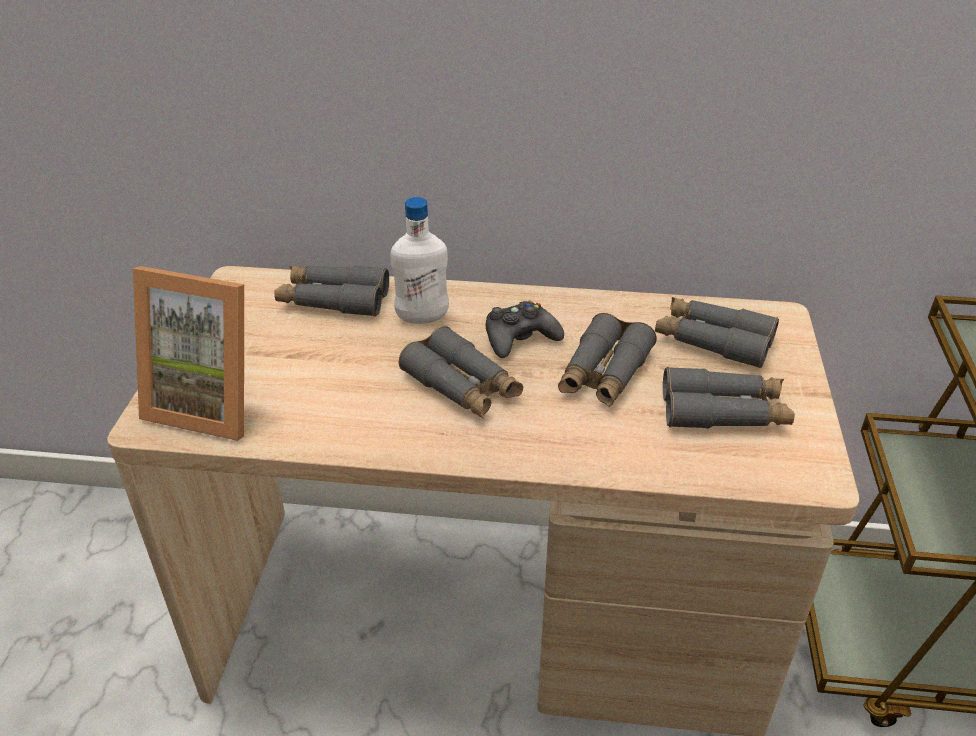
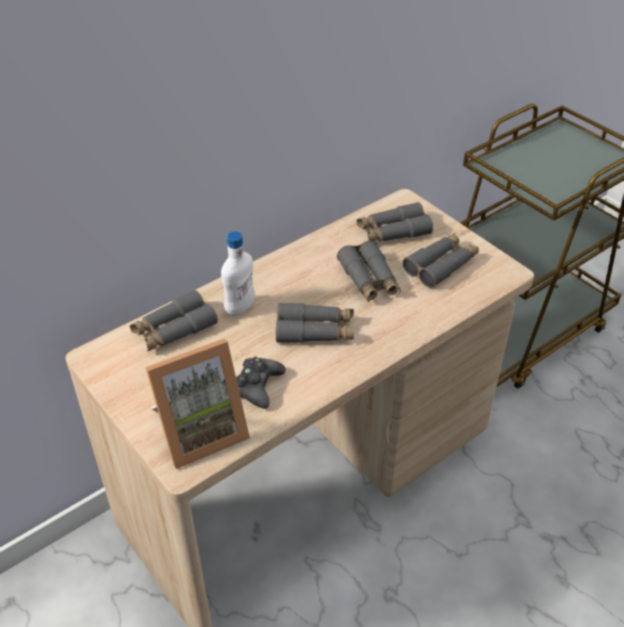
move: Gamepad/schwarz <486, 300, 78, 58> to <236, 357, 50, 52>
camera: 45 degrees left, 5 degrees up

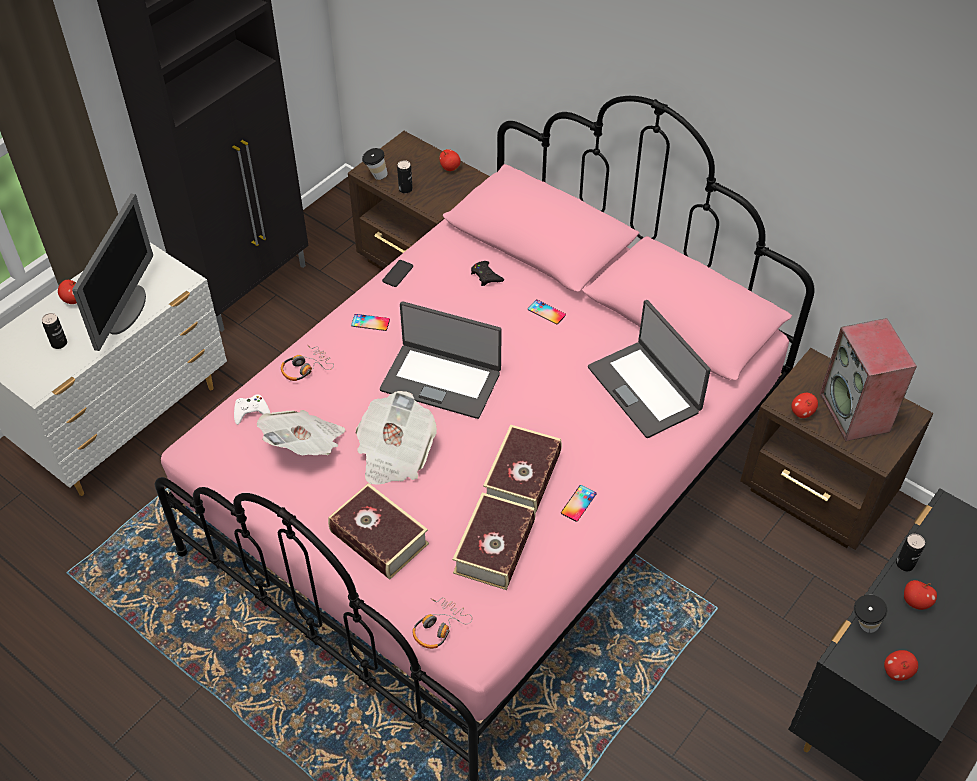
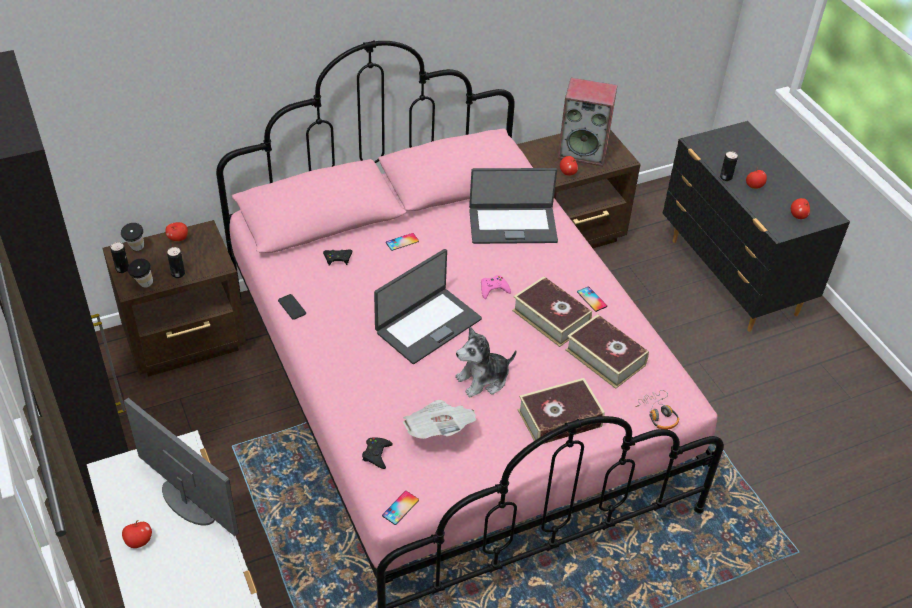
delete: Kopfhörer <281, 345, 53, 36>
insert: Gamepad/rosa <481, 275, 30, 24>
move: Dose <42, 313, 25, 36> to <111, 242, 18, 31>; Handy <351, 314, 39, 17> to <382, 491, 37, 34>; Tasse <854, 595, 33, 38> to <121, 223, 23, 28>
replace: Zeitung <356, 391, 81, 94> to Plüschtier <455, 327, 62, 70>
recolor: Gamepad/weiß <234, 394, 36, 31> to Gamepad/schwarz <362, 437, 31, 32>
camera: 65 degrees left, 5 degrees down

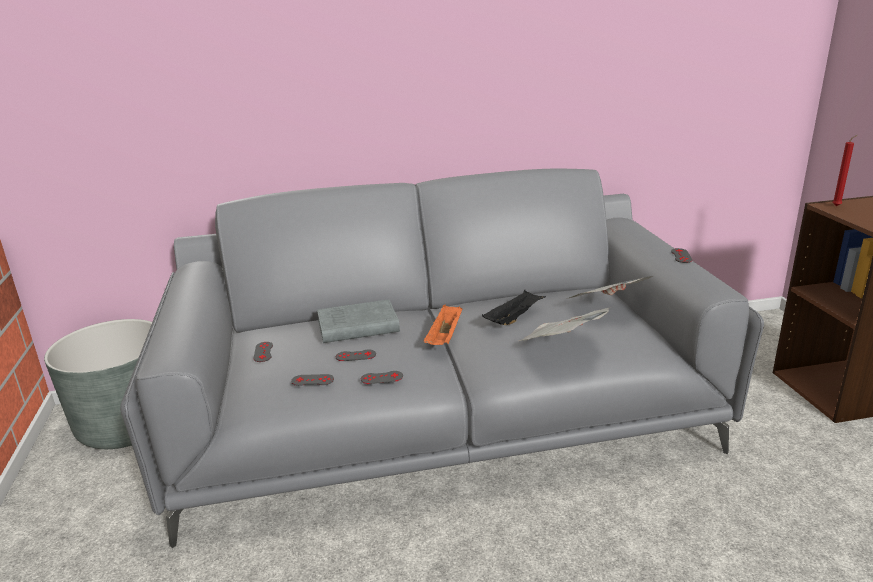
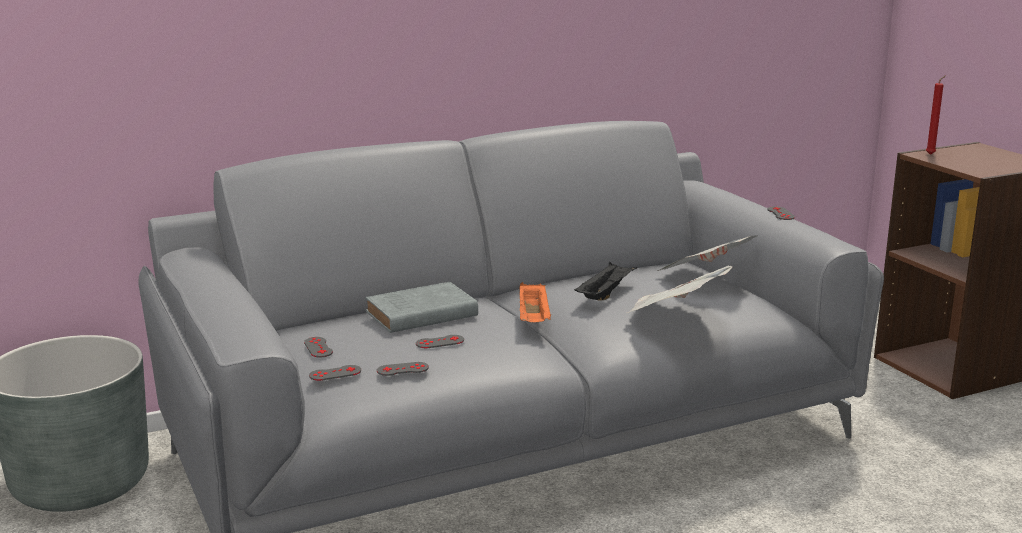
move: Gamepad/grau <361, 371, 42, 13> to <309, 365, 52, 16>
camera: 15 degrees left, 5 degrees down

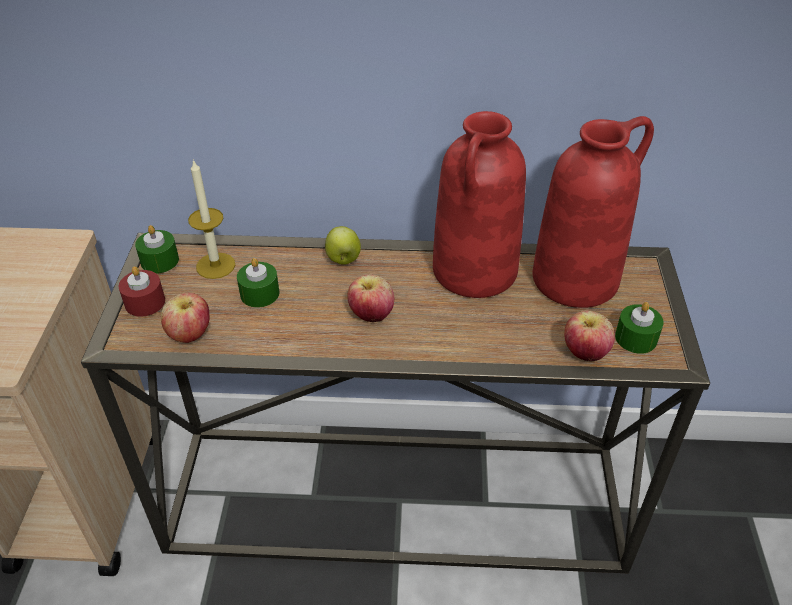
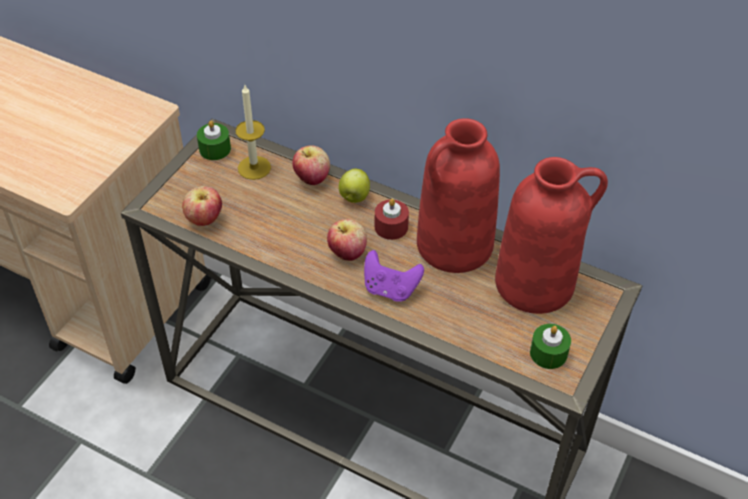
delete: Kerze/grün <237, 258, 42, 50>
insert: Gamepad/lila <364, 250, 60, 52>
move: Kerze/rot <119, 266, 46, 51> to <375, 198, 34, 42>; Apfel <564, 311, 51, 50> to <292, 145, 38, 40>
camera: 25 degrees right, 5 degrees up

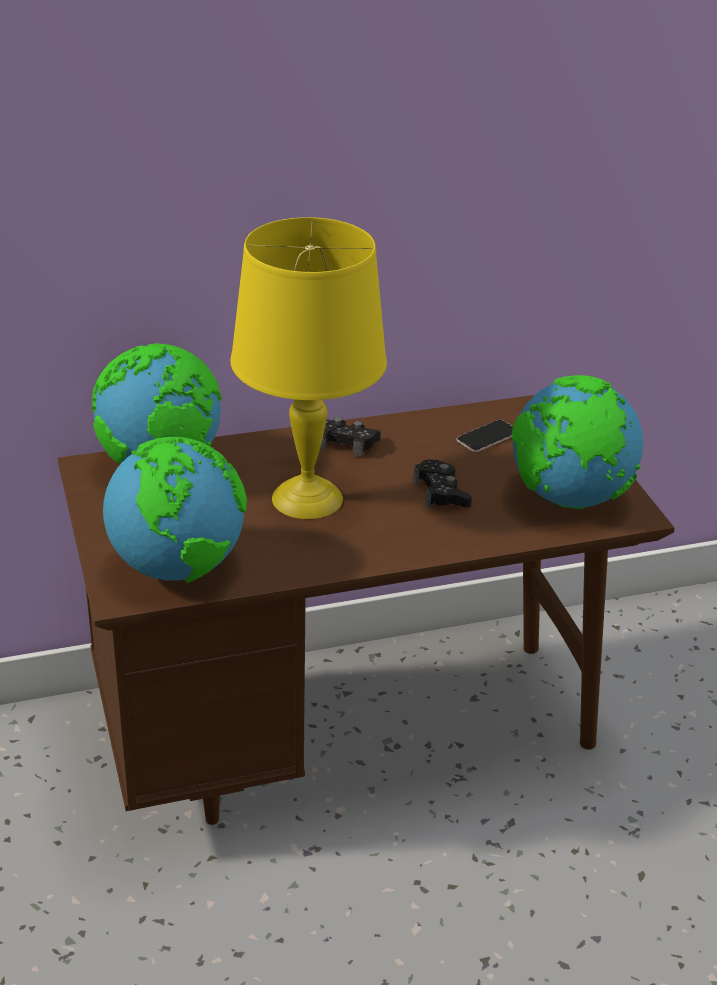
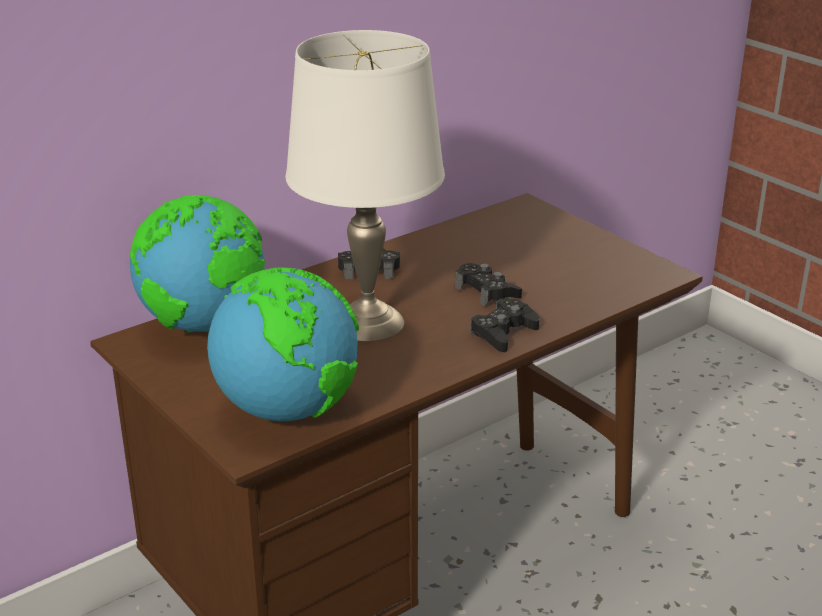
delete: Handy <457, 420, 56, 32>; Globus <512, 375, 131, 134>
insert: Gamepad/schwarz <470, 298, 69, 54>
recolor: Tischlampe/gelb <230, 217, 157, 302> to Tischlampe/weiß <285, 30, 160, 311>
camera: 20 degrees left, 5 degrees down

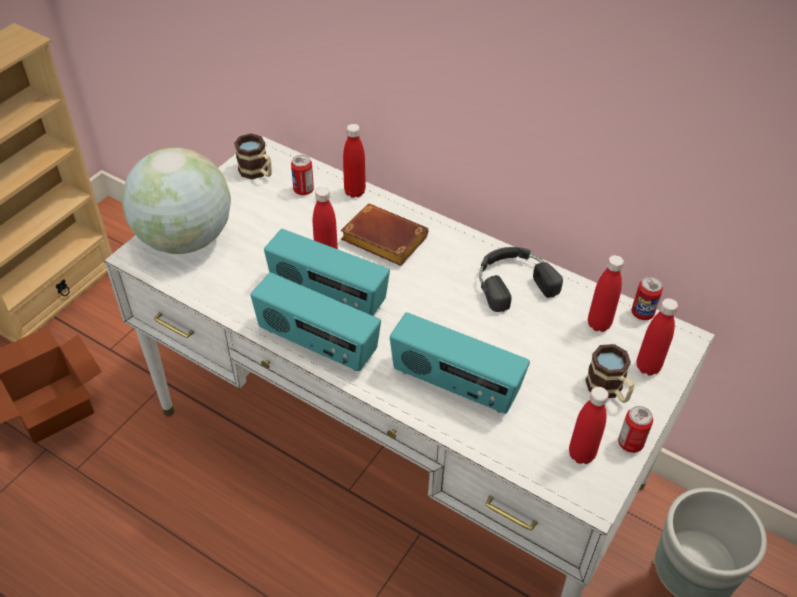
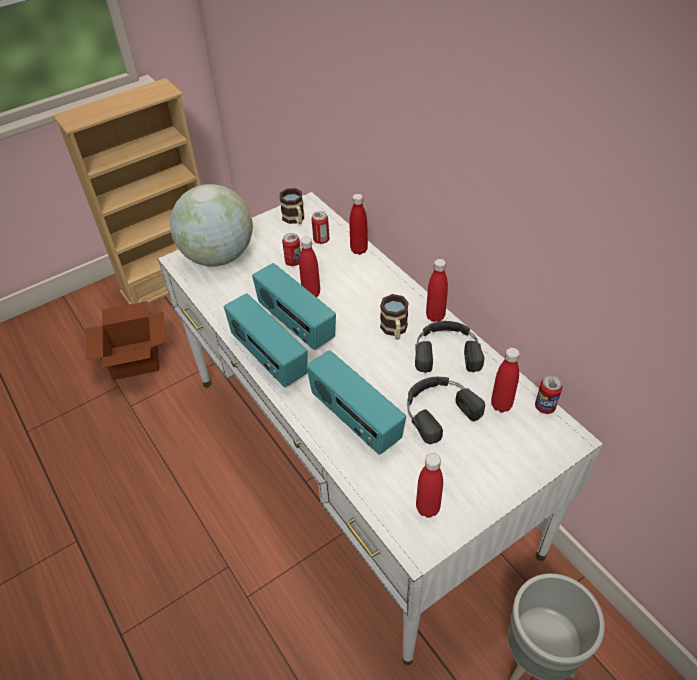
delete: Buch/braun <341, 204, 87, 62>
insert: Kopfhörer/schwarz <407, 377, 78, 67>
move: Henkelbecher <585, 344, 49, 59> to <380, 294, 29, 46>; Dose <618, 406, 35, 47> to <282, 233, 19, 33>; Flasche/rot <637, 298, 41, 77> to <426, 259, 22, 63>
camera: 25 degrees right, 0 degrees up

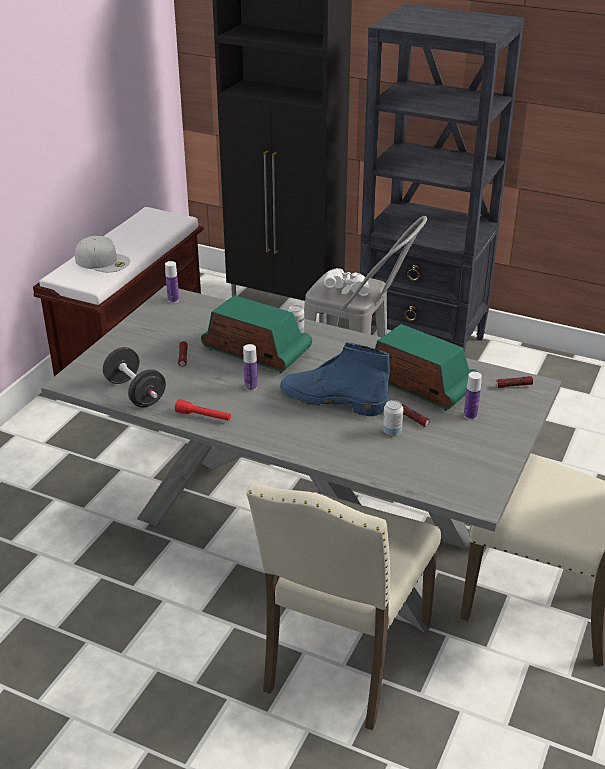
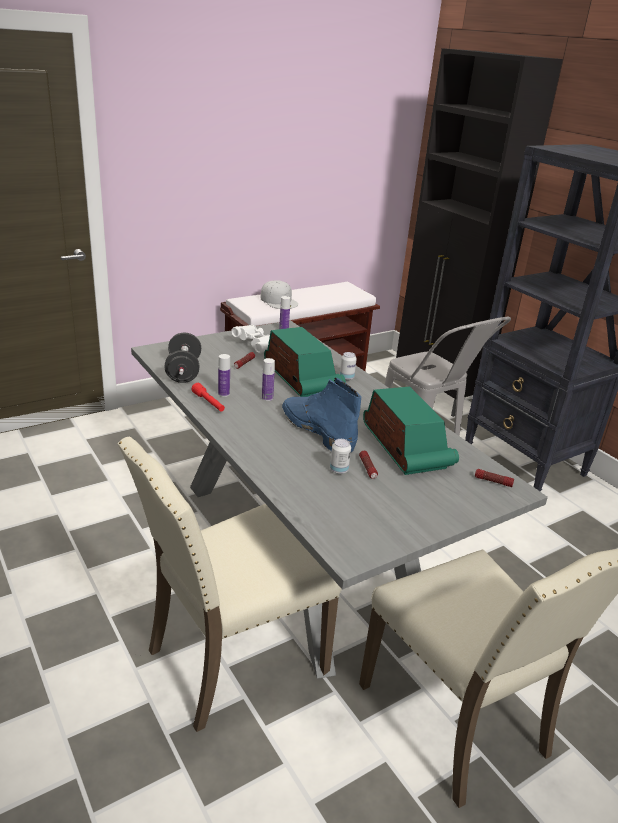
move: Fernglas/weiß <324, 268, 46, 28> to <231, 325, 39, 28>; Flasche <464, 372, 18, 48> to <218, 354, 12, 43>
camera: 30 degrees right, 5 degrees down

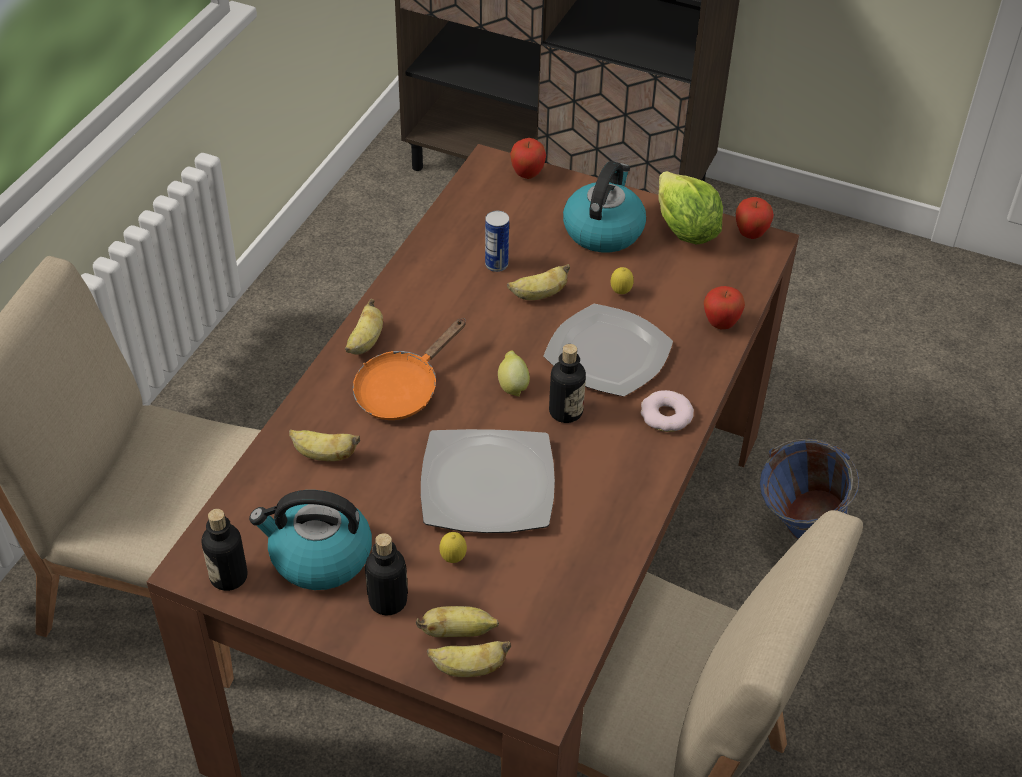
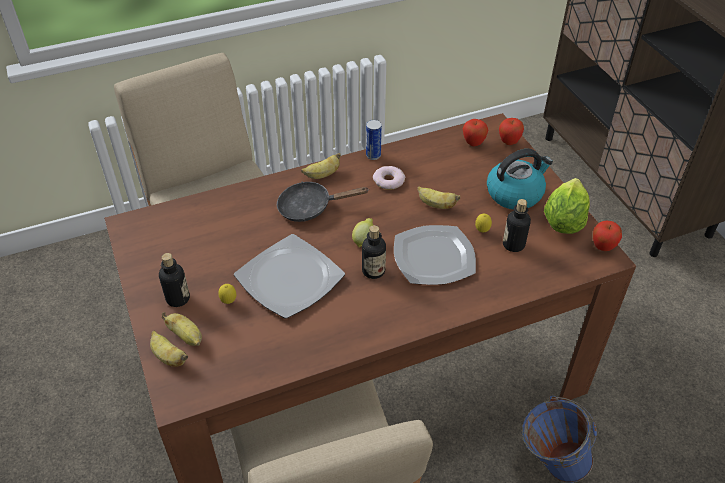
delete: Wasserkessel <249, 490, 123, 100>; Banane <289, 429, 71, 32>
move: Flasche <201, 509, 47, 82> to <503, 199, 28, 53>; Dose <485, 211, 24, 61> to <366, 120, 16, 40>; Donut <641, 390, 53, 42> to <373, 166, 32, 24>; Apfel <704, 286, 41, 43> to <463, 119, 25, 27>
recolor: Pfanne/orange <353, 318, 113, 102> to Pfanne/schwarz <277, 182, 92, 40>
camera: 45 degrees right, 0 degrees up

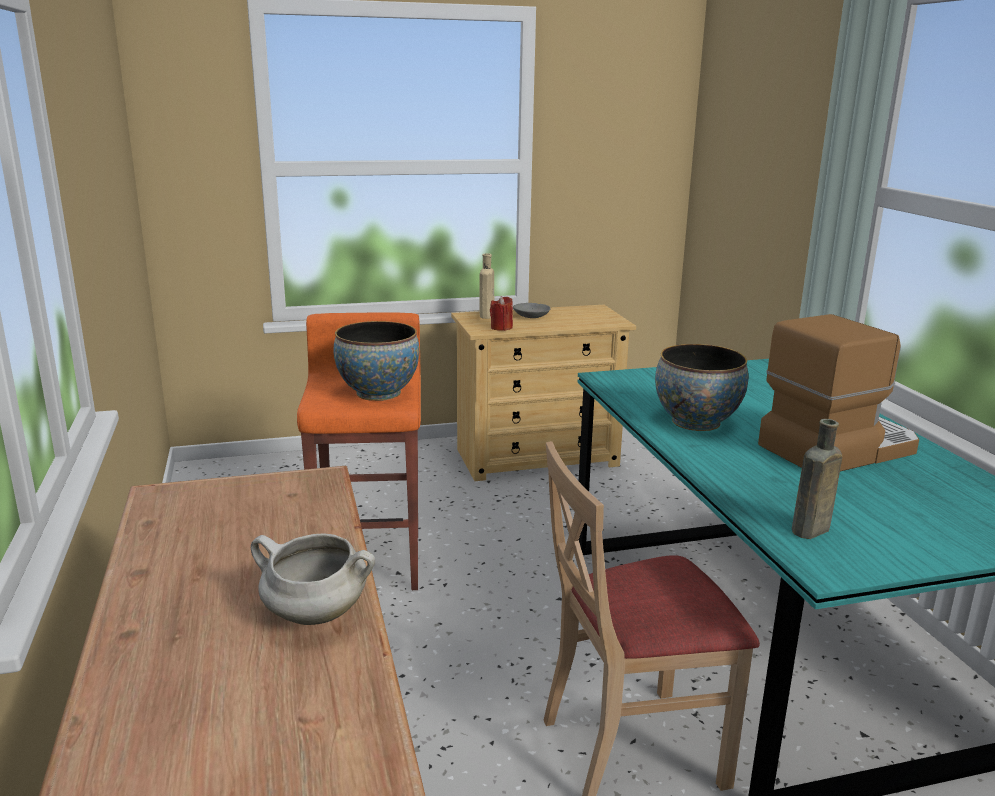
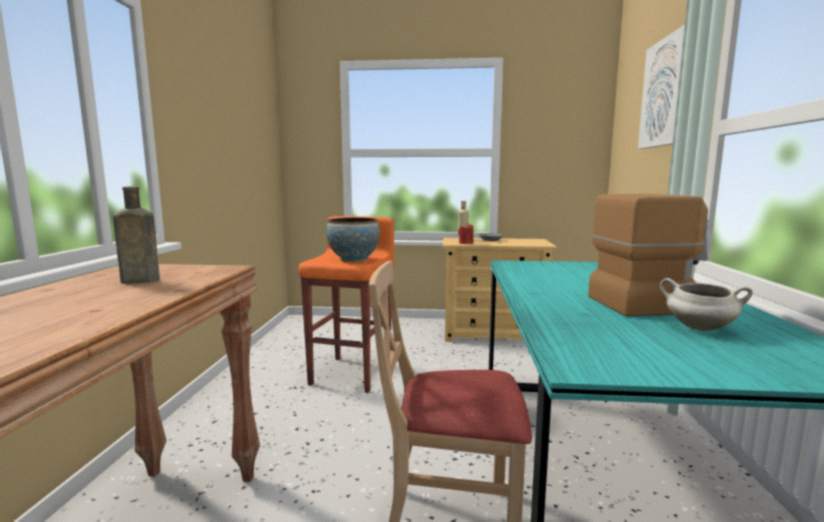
delete: Schüssel <655, 344, 93, 87>
insert: Bild <638, 25, 47, 124>
move: Kochtopf/weiß <251, 533, 124, 92> to <660, 278, 93, 53>; Flasche/braun <792, 419, 50, 120> to <113, 187, 47, 97>
camera: 20 degrees right, 10 degrees down

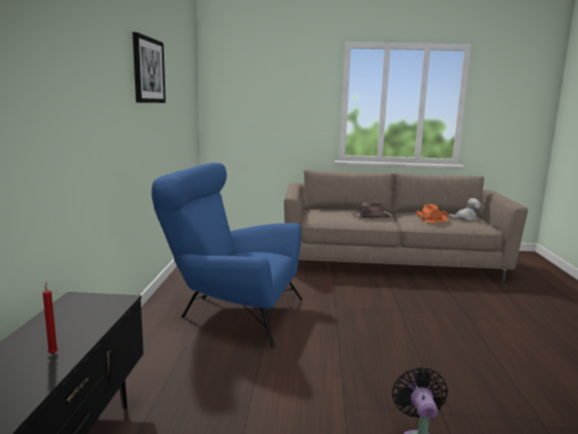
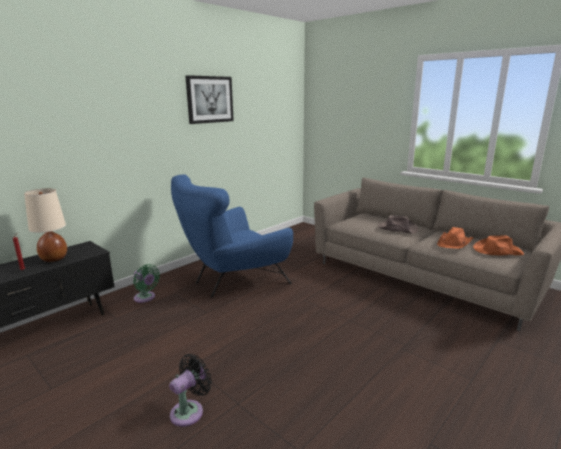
insert: Tischlampe/beige <24, 189, 43, 73>; Ventilator/grün <133, 264, 27, 39>
replace: Plüschtier <449, 198, 32, 23> to Hut/orange <473, 235, 51, 20>
rotate: Sessel/blau <152, 163, 151, 185> = <171, 174, 122, 124> 90 degrees counterclockwise
camera: 40 degrees right, 5 degrees up

